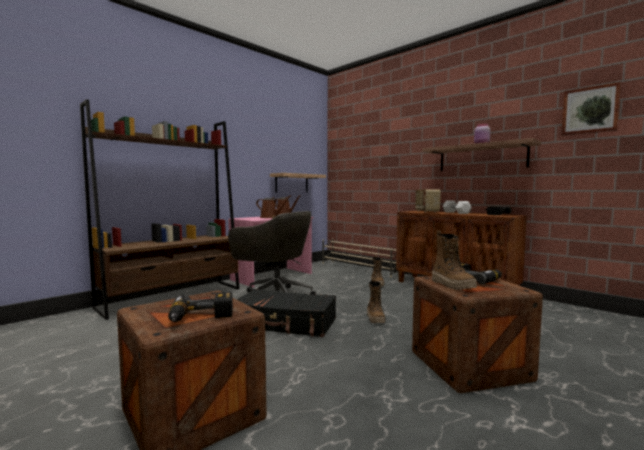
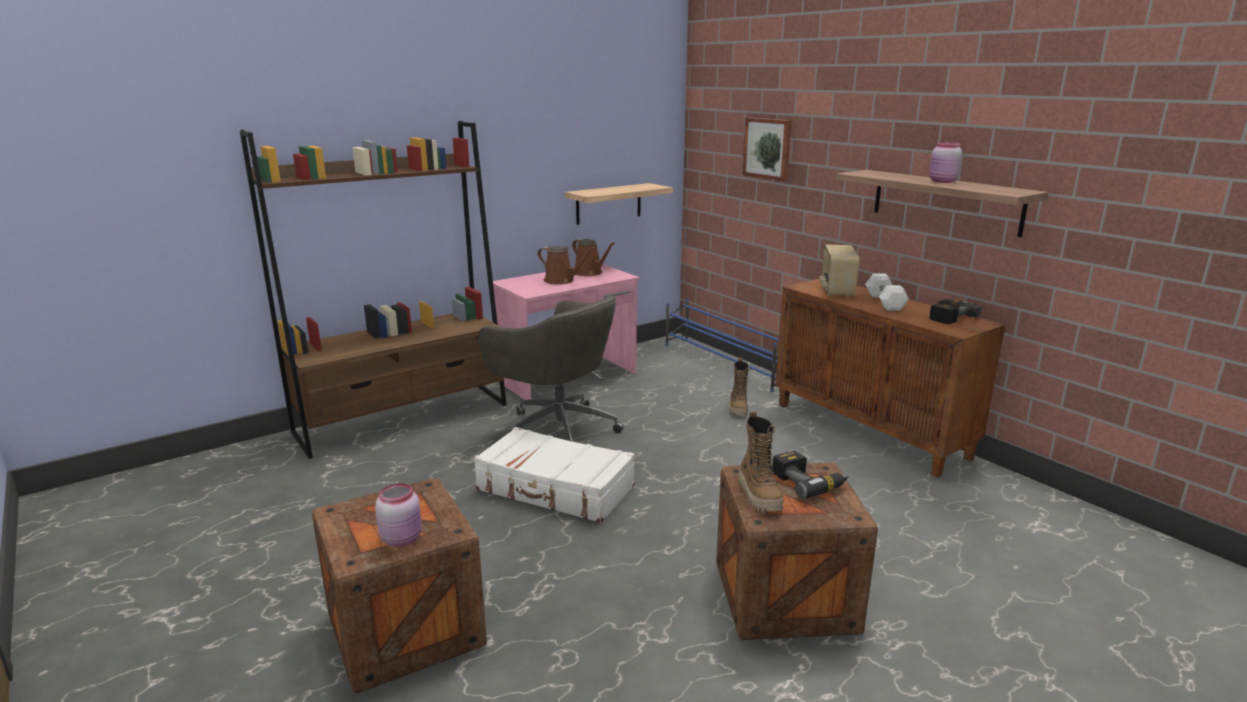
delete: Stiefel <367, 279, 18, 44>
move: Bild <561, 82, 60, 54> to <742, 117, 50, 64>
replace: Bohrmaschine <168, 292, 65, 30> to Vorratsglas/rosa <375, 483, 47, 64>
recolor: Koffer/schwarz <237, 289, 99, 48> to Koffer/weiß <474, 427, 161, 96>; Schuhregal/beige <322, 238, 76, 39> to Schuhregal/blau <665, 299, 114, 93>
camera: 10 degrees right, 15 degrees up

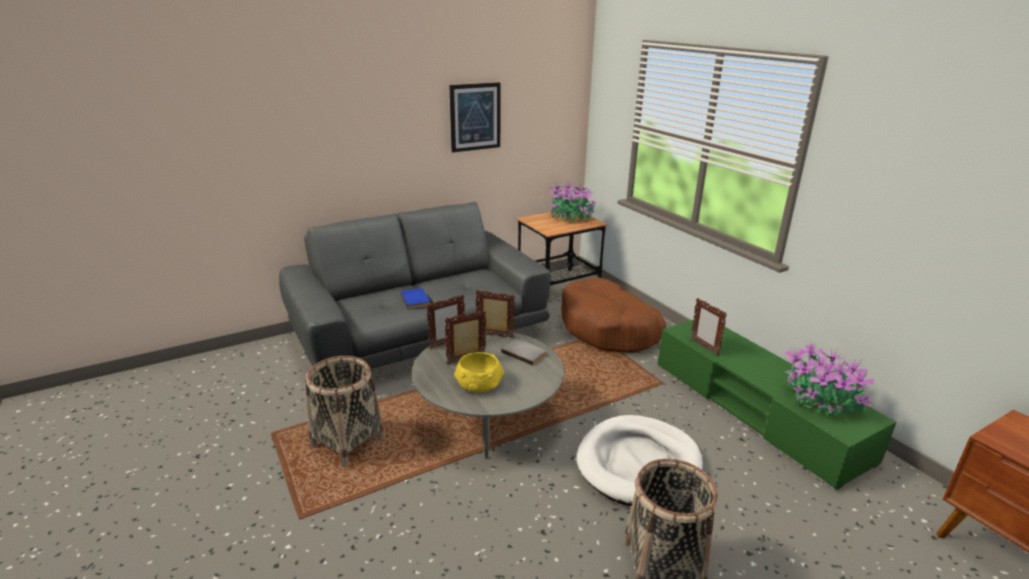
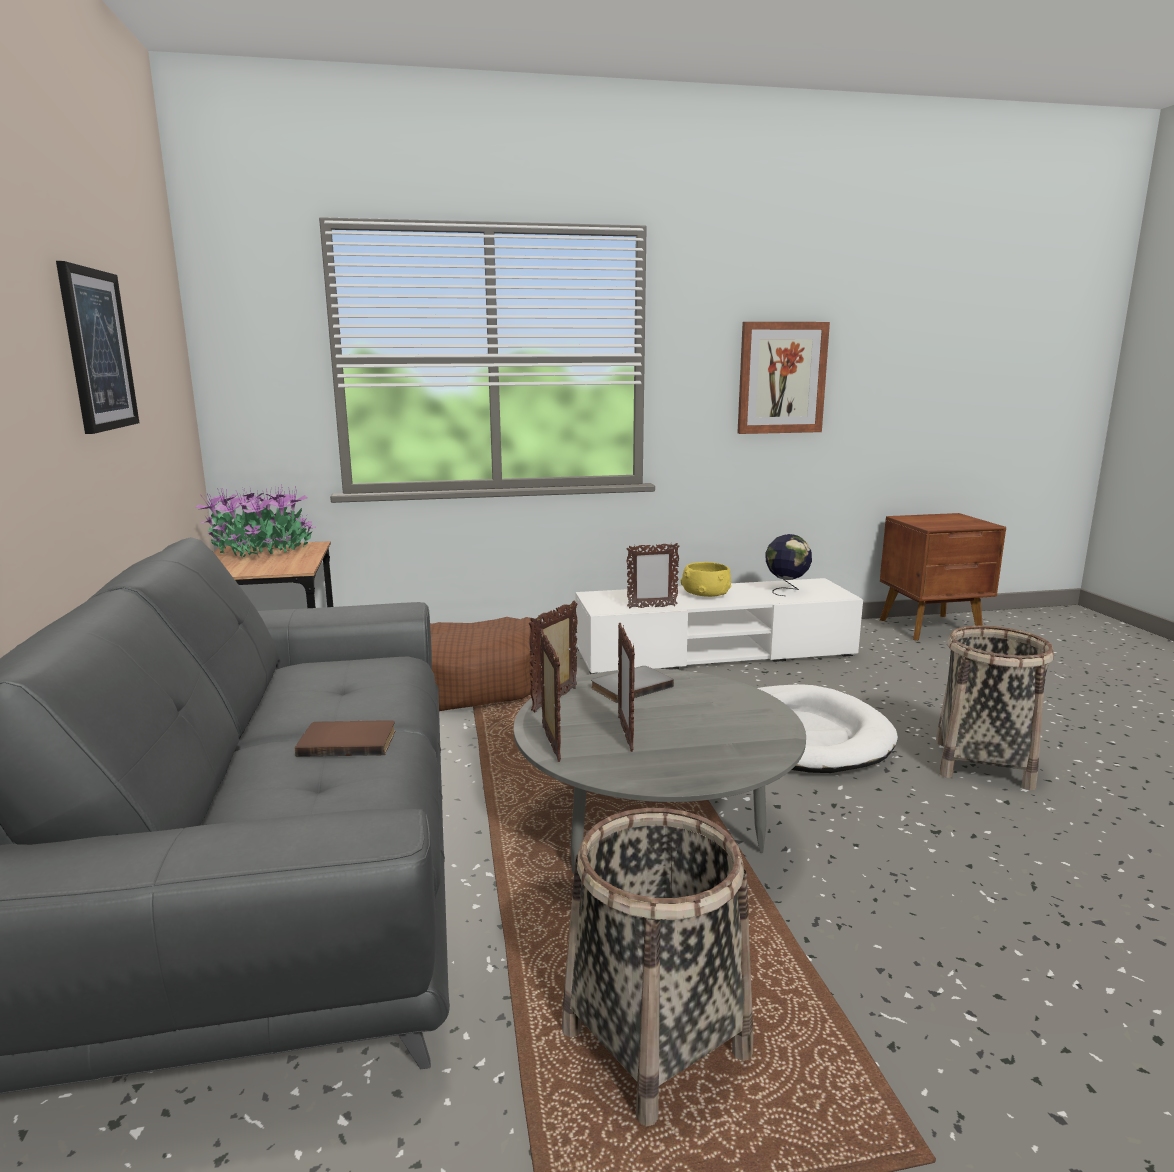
insert: Bild <737, 322, 93, 112>
move: Schüssel/gelb <454, 352, 50, 40> to <680, 562, 51, 35>
replace: Topfpflanze <784, 344, 90, 72> to Globus <766, 534, 46, 62>
recolor: Buch/blau <400, 288, 30, 21> to Buch/braun <295, 720, 100, 37>; Fernsehschrank/grün <657, 320, 239, 170> to Fernsehschrank/weiß <575, 578, 288, 96>
camera: 70 degrees left, 10 degrees down

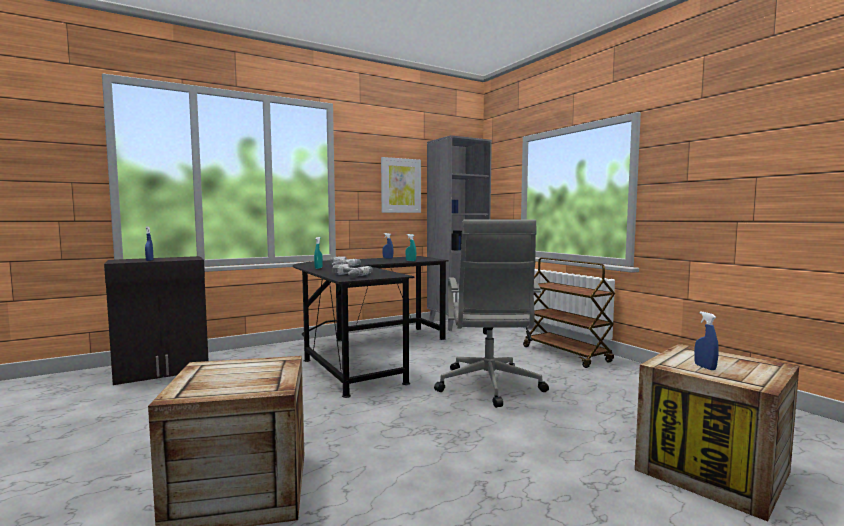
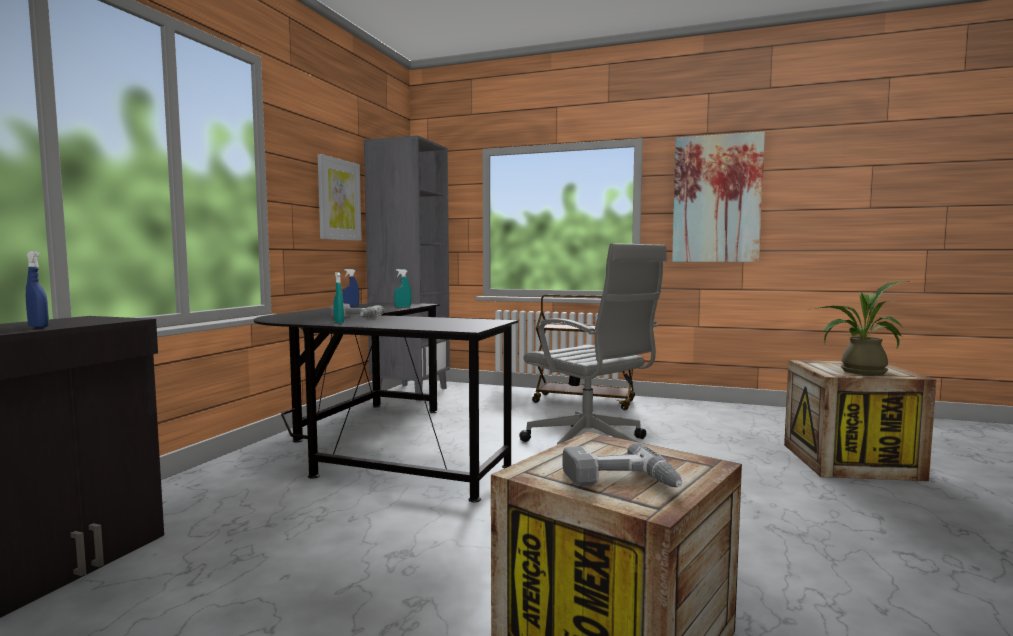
insert: Bild <672, 132, 93, 130>
move: Bohrmaschine <332, 264, 41, 12> to <562, 443, 120, 44>
replace: Sprühflasche/blau <694, 311, 25, 59> to Topfpflanze <809, 281, 101, 94>
camera: 40 degrees left, 0 degrees up

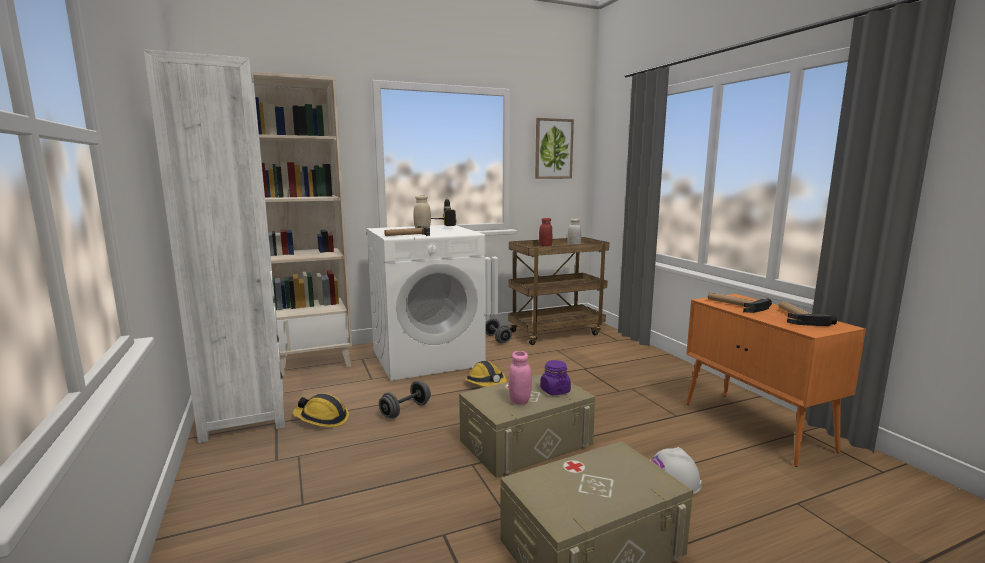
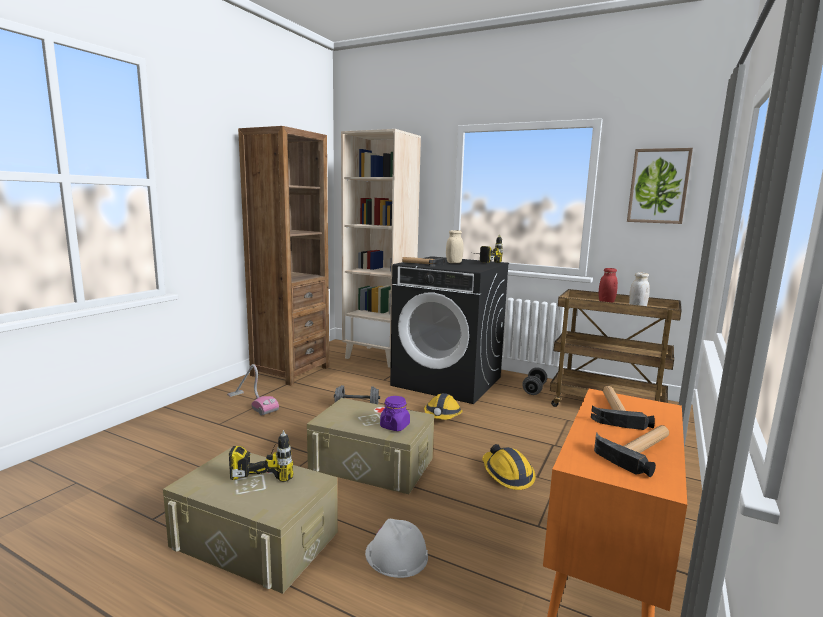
delete: Vorratsglas/rosa <509, 351, 23, 54>
insert: Staubsauger <227, 364, 52, 52>; Bohrmaschine <229, 430, 64, 52>
move: Schutzhelm <293, 393, 56, 34> to <482, 444, 54, 46>
recolor: Bücherregal/weiß <143, 50, 142, 393> to Bücherregal/braun <238, 126, 91, 260>; Waschmaschine/weiß <366, 225, 120, 156> to Waschmaschine/schwarz <390, 256, 119, 148>
camera: 50 degrees right, 0 degrees up

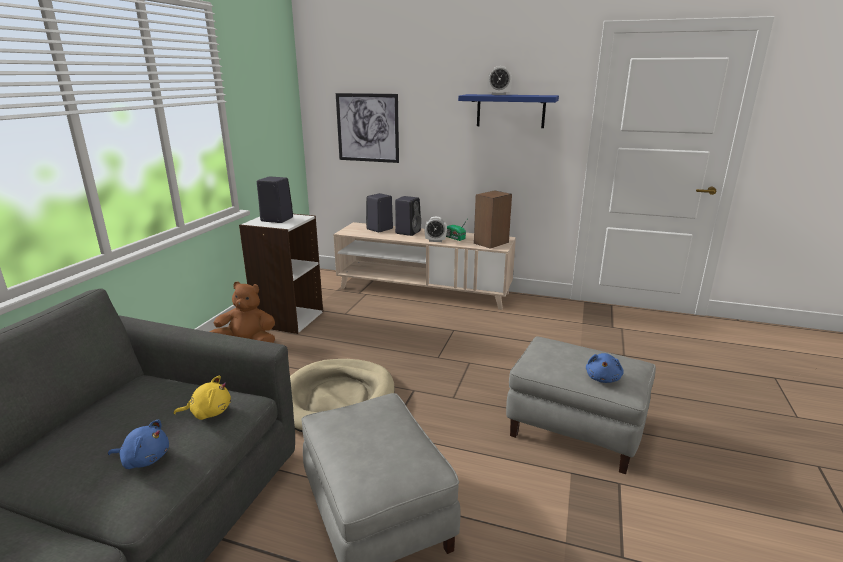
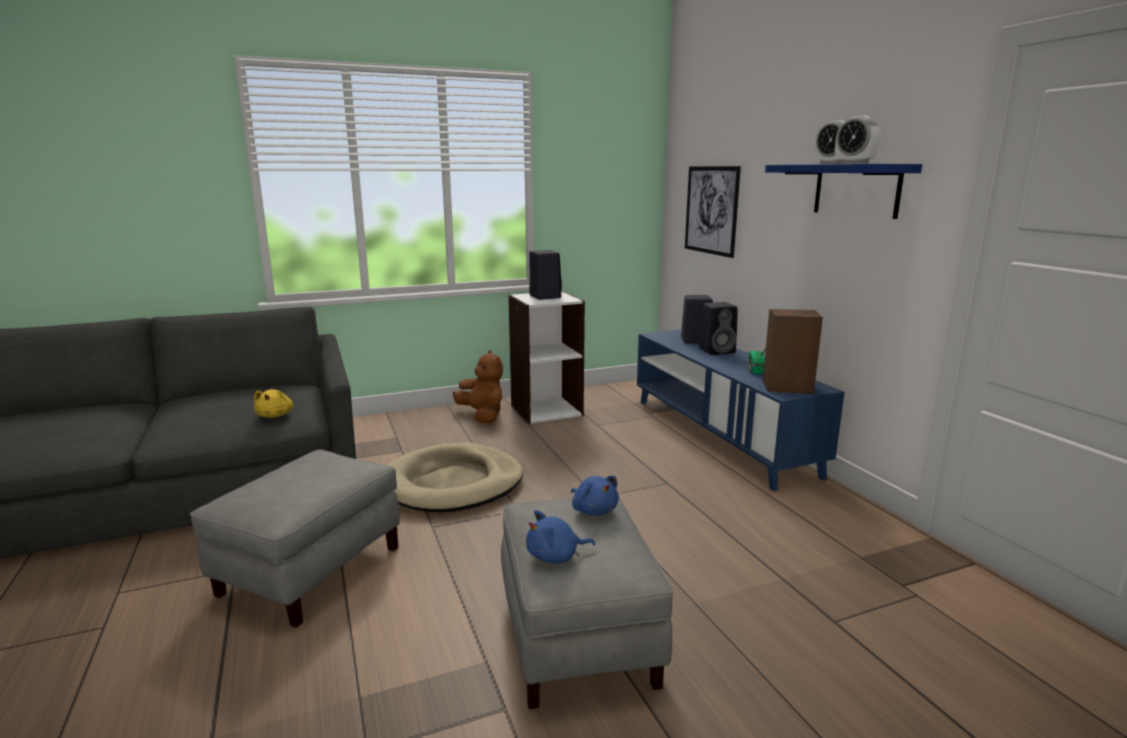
move: Plüschtier/blau <108, 419, 61, 50> to <571, 476, 48, 39>; Wecker <425, 217, 22, 25> to <835, 115, 45, 49>
recolor: Fernsehschrank/beige <333, 222, 183, 88> to Fernsehschrank/blau <637, 329, 208, 162>
rotate: Plüschtier/gelb <173, 375, 58, 45> = <254, 389, 39, 29> 45 degrees clockwise
camera: 50 degrees right, 5 degrees down

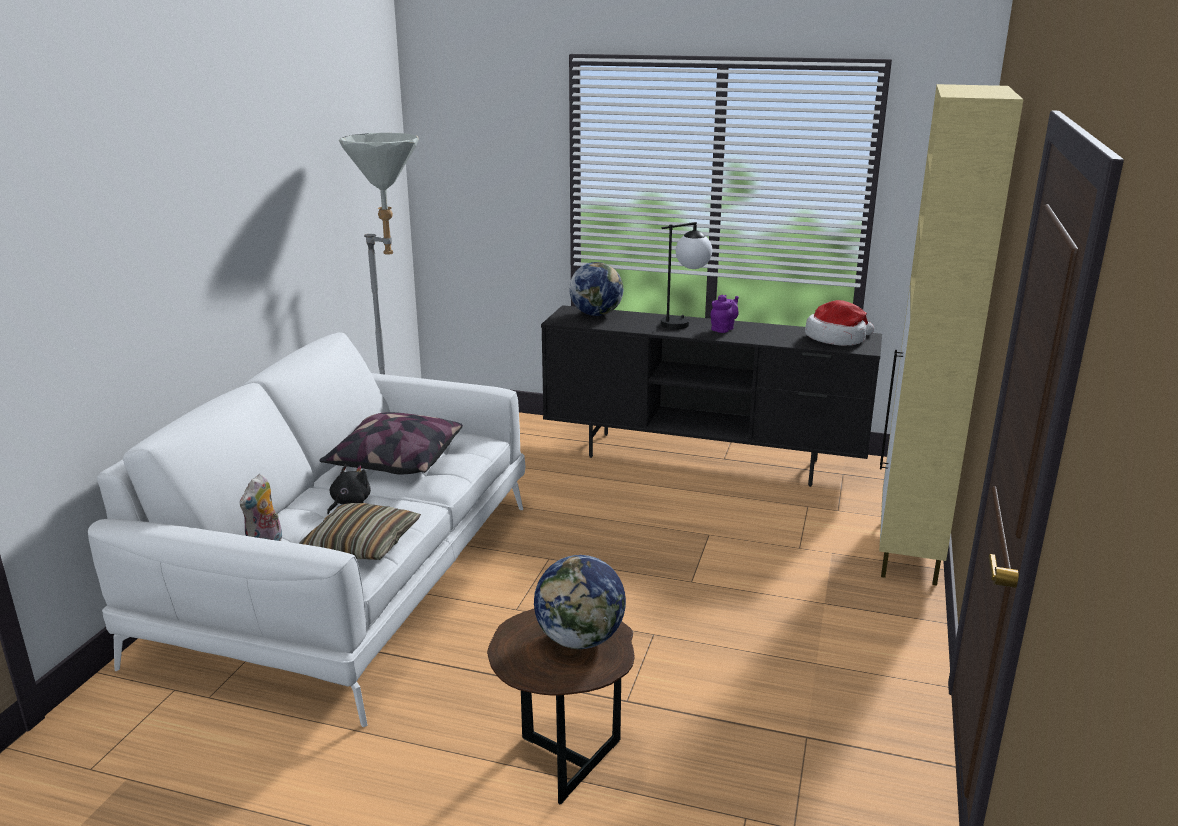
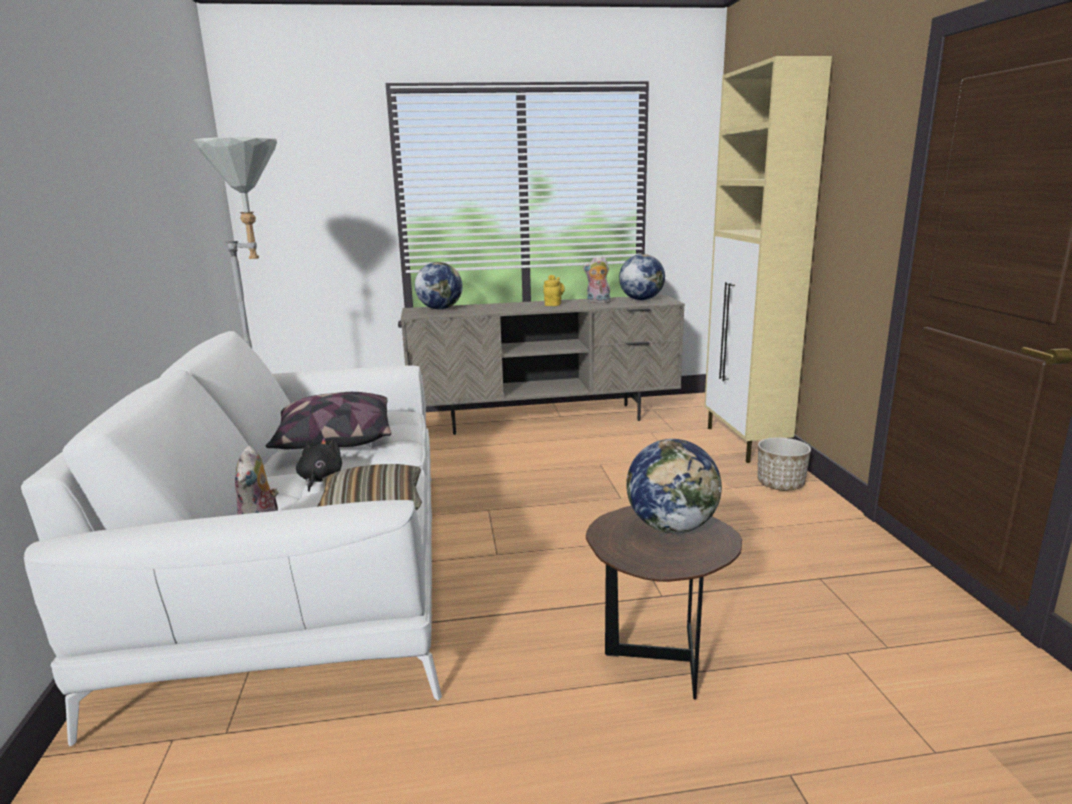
delete: Tischlampe <661, 222, 51, 107>
insert: Plüschtier <583, 256, 28, 47>; Pflanzkübel <758, 437, 53, 54>
replace: Hut <805, 300, 69, 46> to Globus <619, 254, 46, 46>
recolor: Fernsehschrank/schwarz <541, 305, 341, 182> to Fernsehschrank/beige <401, 295, 284, 140>; Teekanne/lila <711, 294, 28, 39> to Teekanne/gelb <544, 275, 21, 31>
camera: 25 degrees left, 5 degrees down

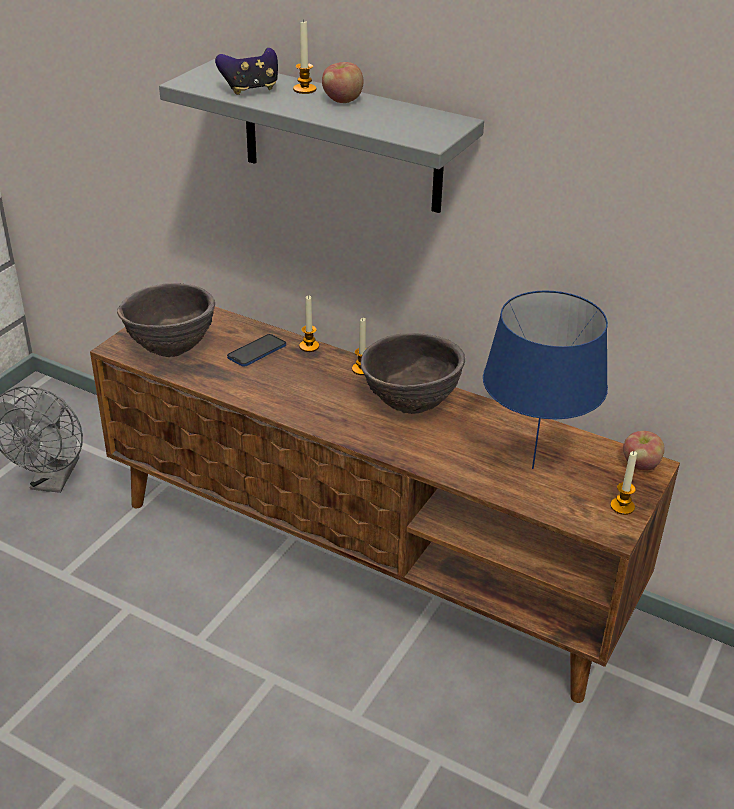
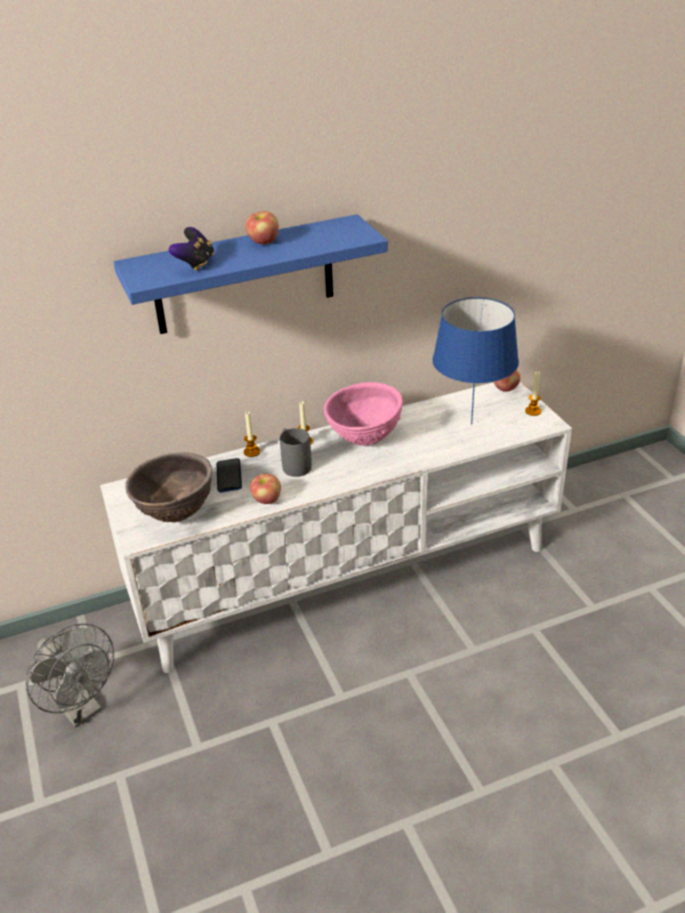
delete: Kerze <293, 19, 23, 75>
insert: Apfel <250, 474, 31, 30>; Henkelbecher/grau <280, 428, 32, 49>
recolor: Fernsehschrank/braun <90, 307, 590, 396> to Fernsehschrank/weiß <100, 381, 472, 292>; Wandregal/grau <159, 59, 325, 154> to Wandregal/blau <113, 214, 275, 120>; Schüssel/braun <361, 333, 104, 81> to Schüssel/rosa <324, 382, 79, 64>
camera: 50 degrees left, 0 degrees up

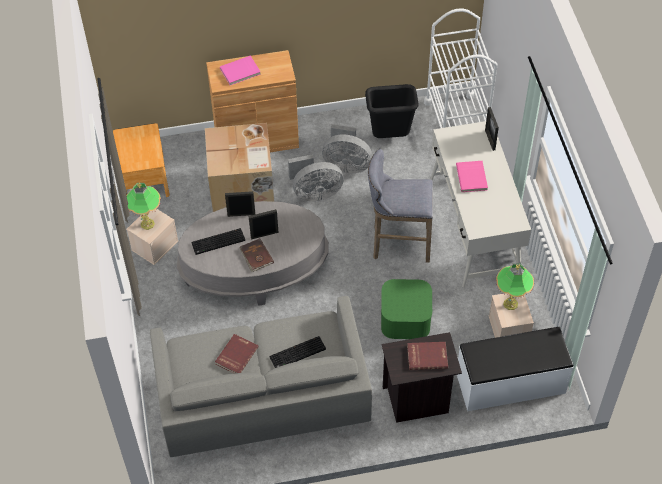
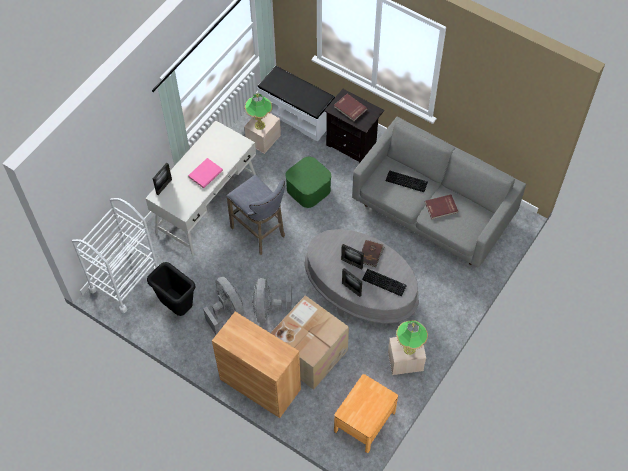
delete: Buch/rosa <220, 56, 41, 29>
rotate: Ventilator/grau <288, 154, 56, 47> = <252, 278, 40, 45> 120 degrees counterclockwise
camera: 135 degrees left, 5 degrees up

